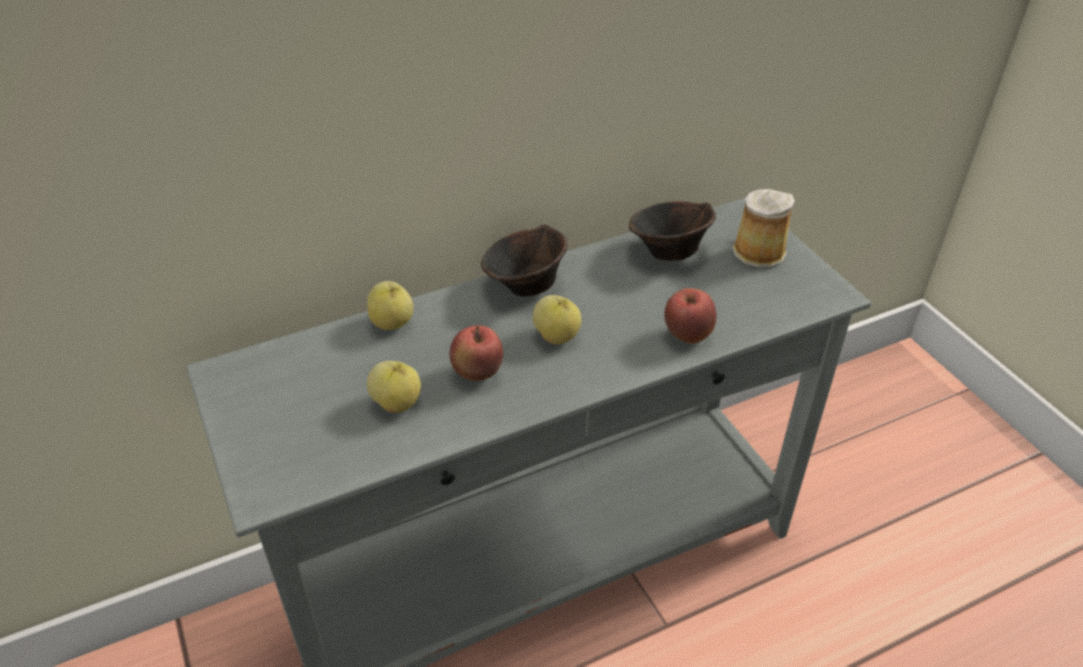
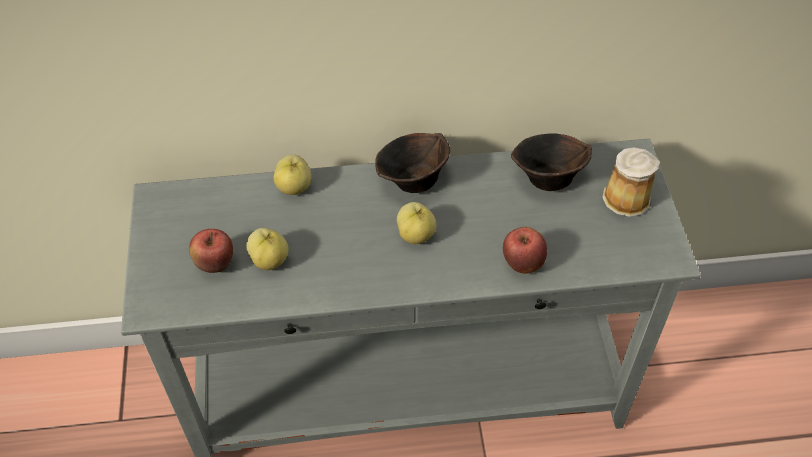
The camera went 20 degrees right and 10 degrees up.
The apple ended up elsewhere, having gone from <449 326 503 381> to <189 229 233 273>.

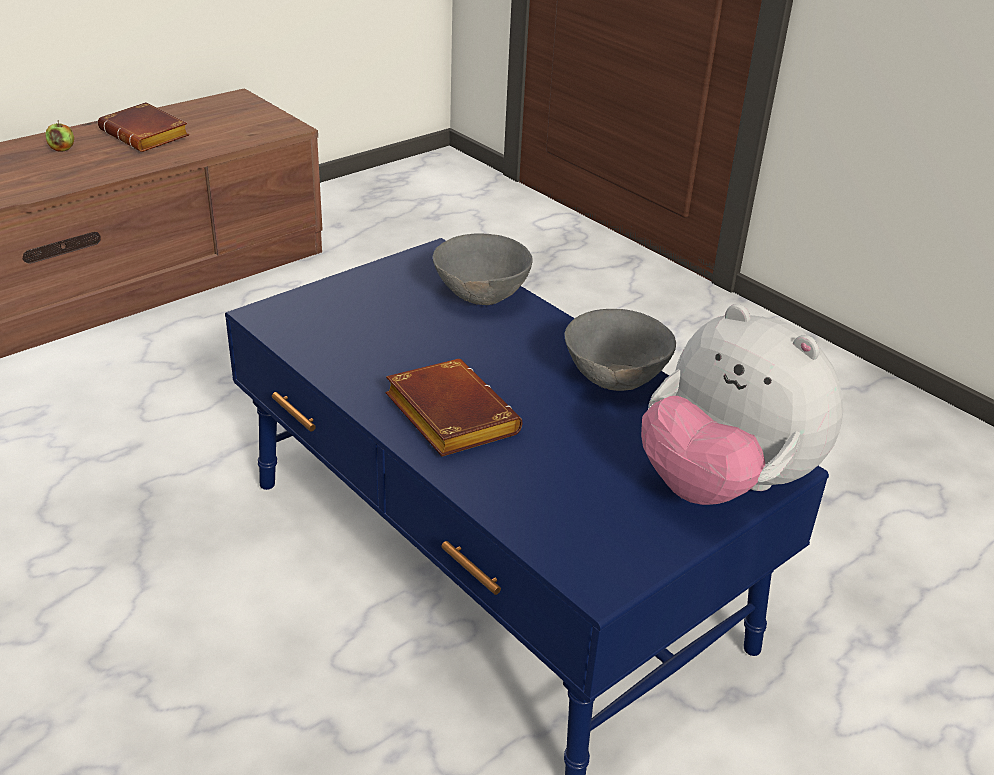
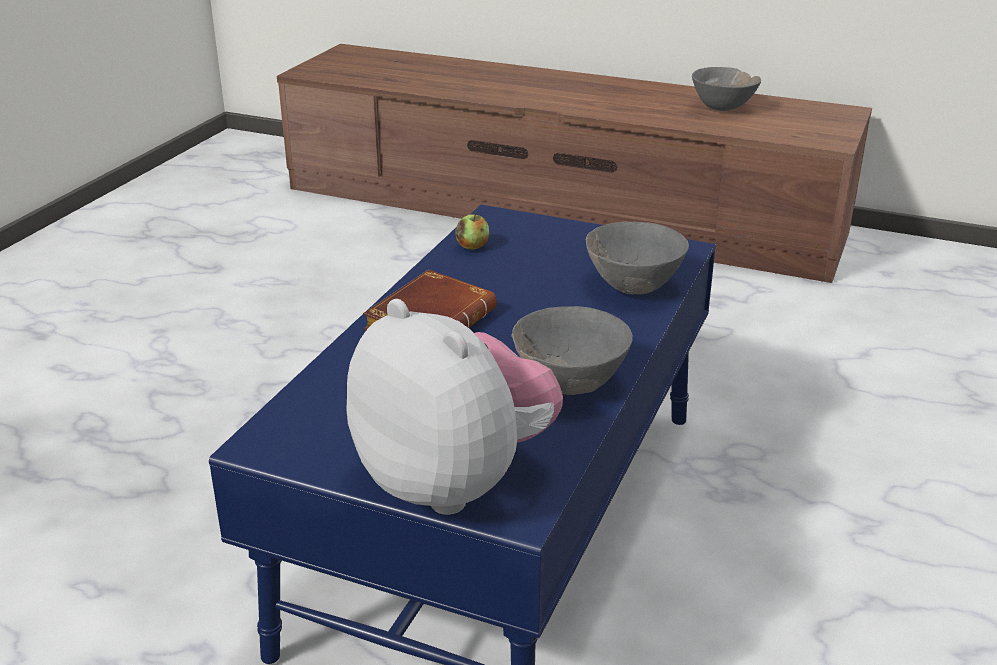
The camera went 65 degrees right and 5 degrees down.
Where the brown book stood at <98 102 189 152>, the grey bowl came to stand at <692 67 761 111>.
The apple ended up elsewhere, having gone from <45 120 74 152> to <455 211 489 250>.
The plush toy at <641 304 843 505> ended up facing another way, 120 degrees clockwise from before.

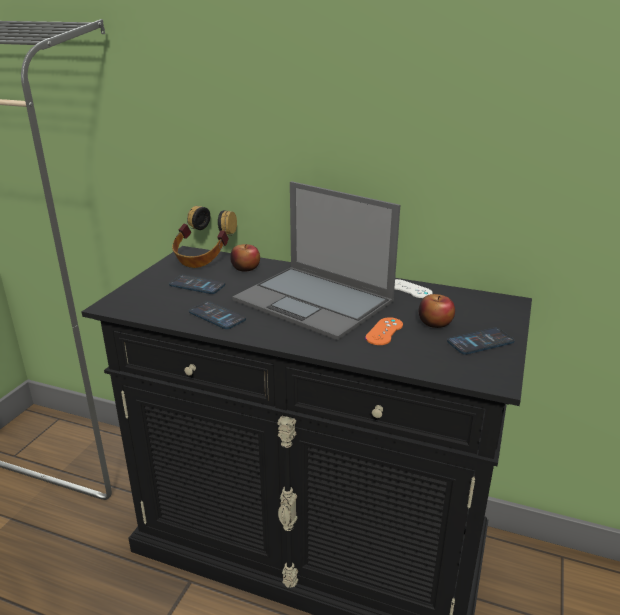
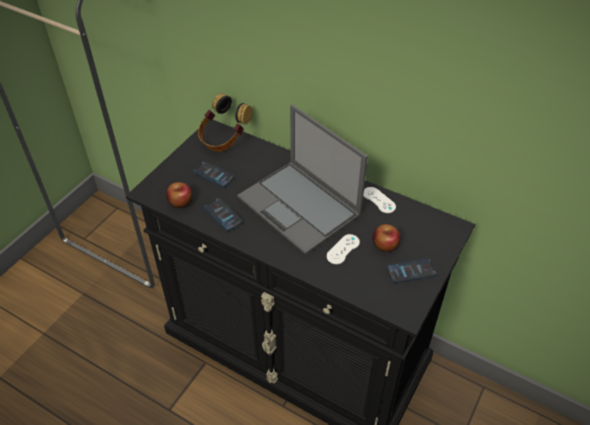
The camera went 10 degrees right and 20 degrees up.
The apple ended up elsewhere, having gone from <230 244 260 272> to <166 182 192 208>.
What was the orange game controller at <365 317 403 345> turned into the white game controller at <326 234 360 264>.

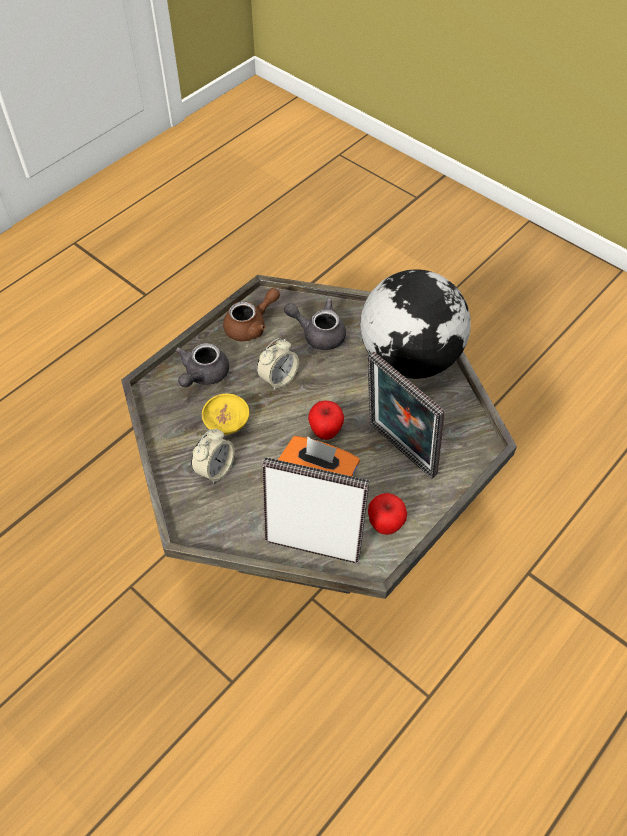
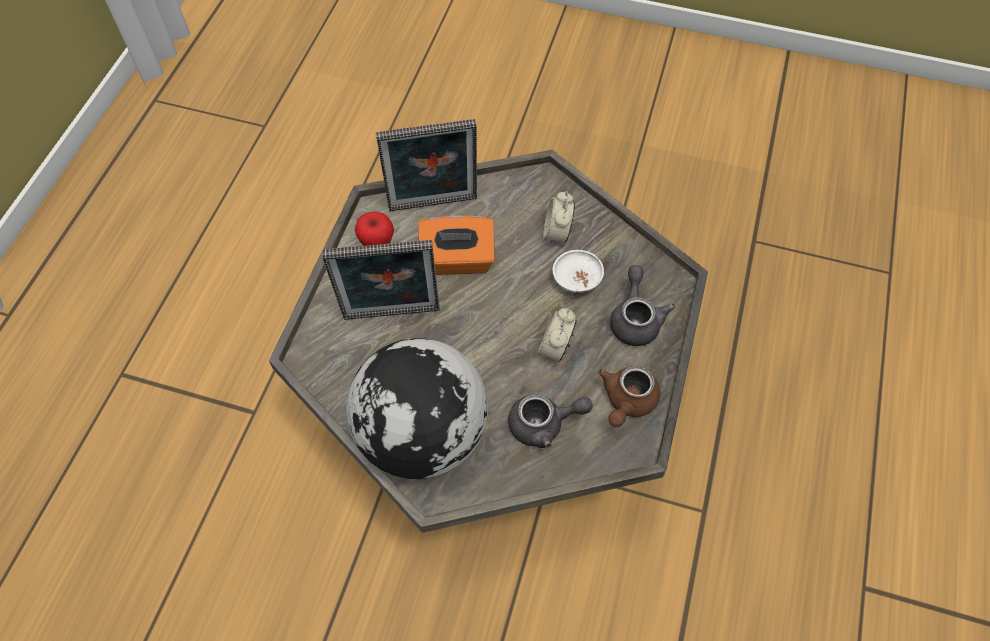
The camera went 155 degrees right and 5 degrees up.
The picture frame at <368 352 445 479> ended up facing another way, 150 degrees clockwise from before.
What was the yellow bowl at <202 394 249 435> turned into the white bowl at <553 250 604 293>.
The second view lost the apple at <308 400 344 440>.

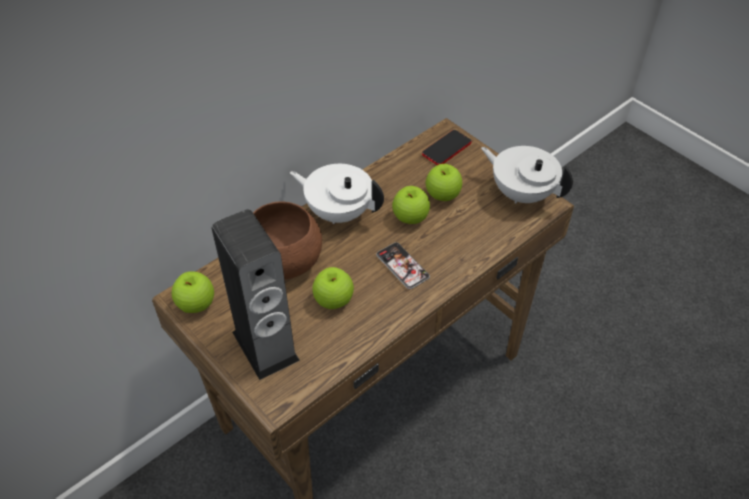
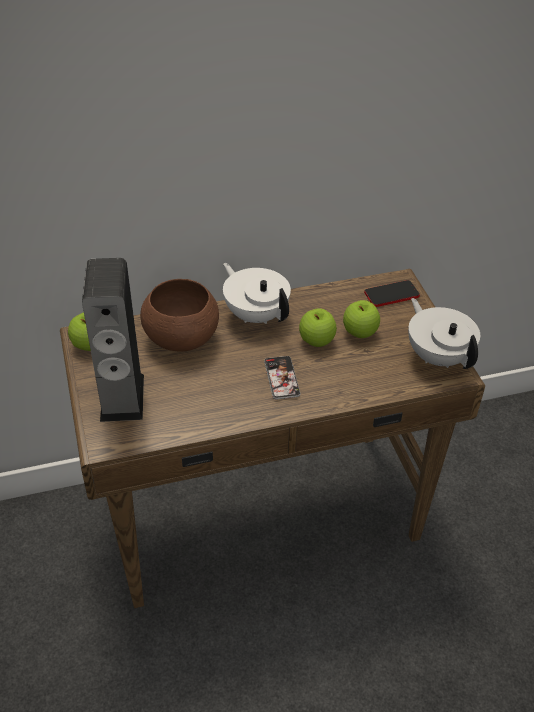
The camera went 25 degrees right and 5 degrees down.
The second view lost the apple at <312 267 354 309>.

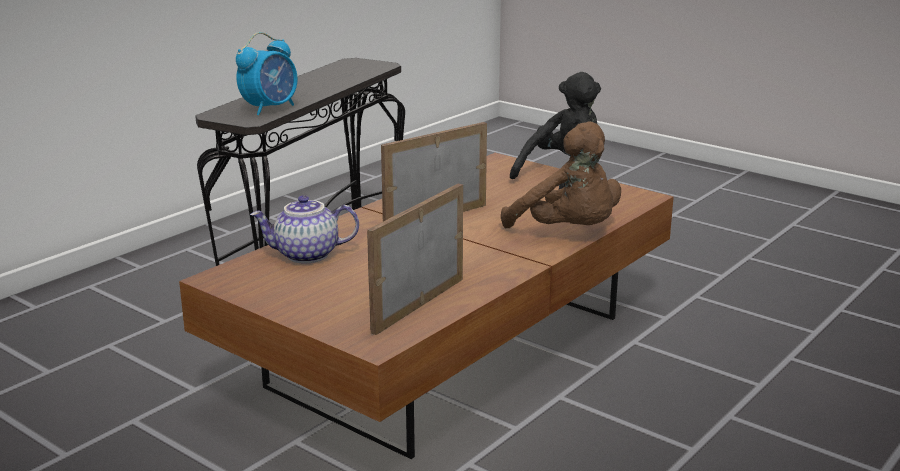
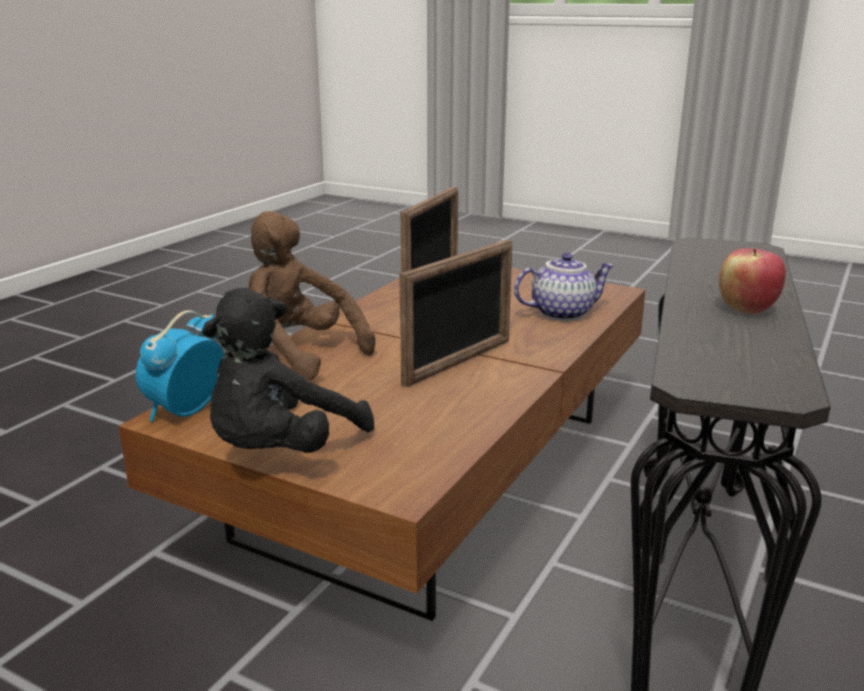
The camera went 170 degrees right and 0 degrees up.
The alarm clock ended up elsewhere, having gone from <236 32 298 115> to <136 310 224 422>.
The second view gained the apple at <719 248 786 314>.

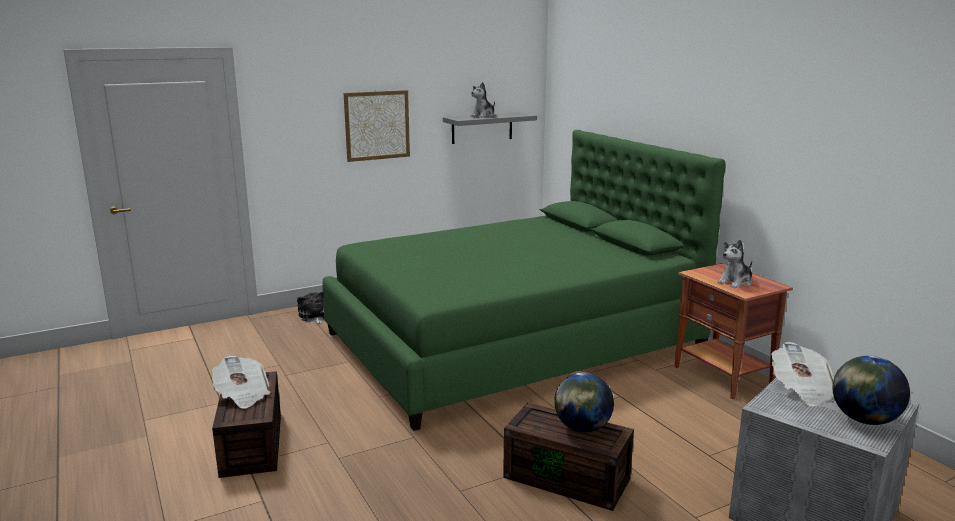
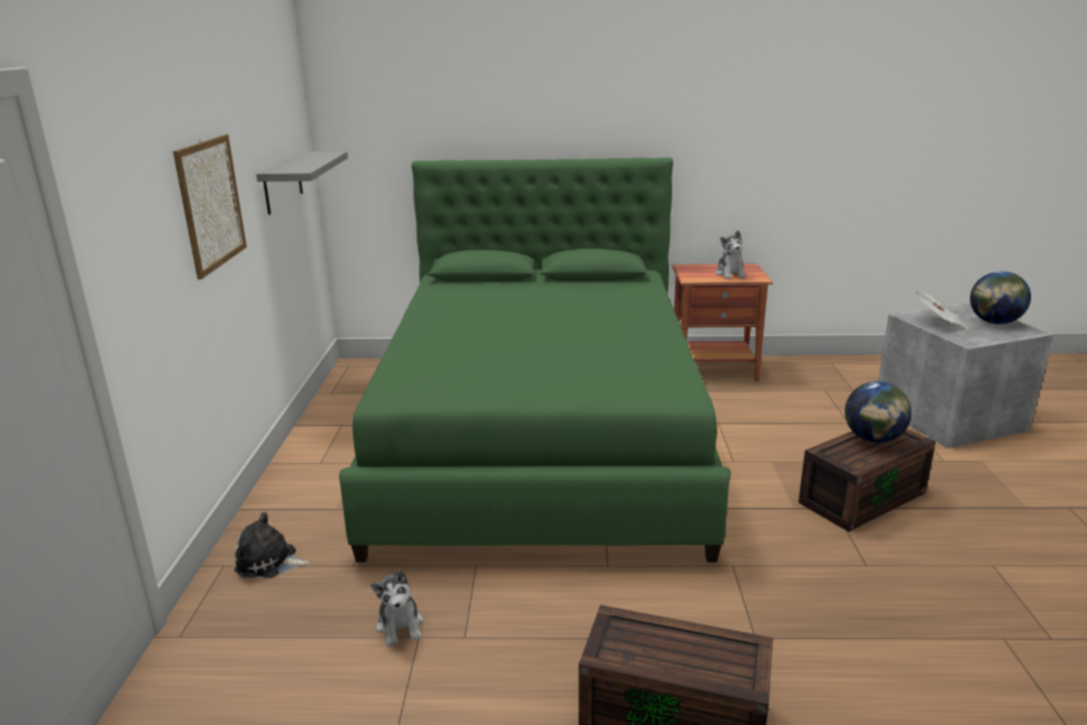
The camera went 60 degrees left and 5 degrees up.
The plush toy ended up elsewhere, having gone from <470 82 495 118> to <371 569 423 647>.
The second view lost the newspaper at <212 355 270 409>.

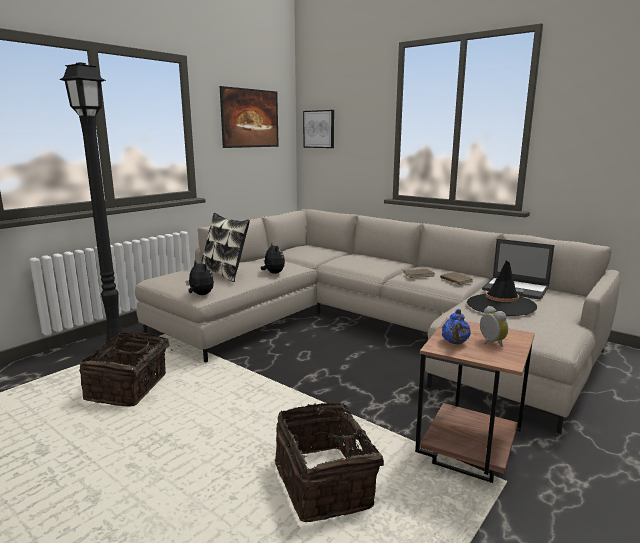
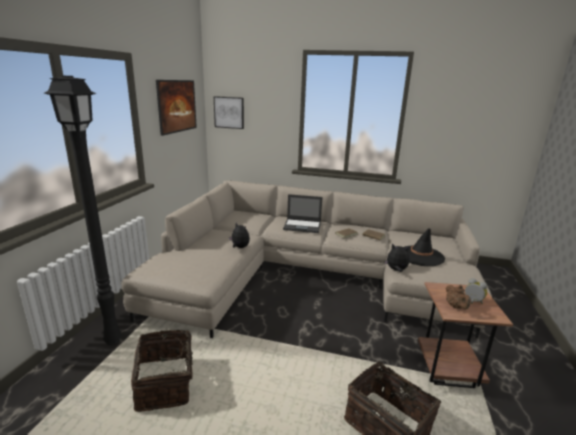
The camera went 25 degrees left and 5 degrees up.
The second view lost the pillow at <201 213 250 282>.
The laptop ended up elsewhere, having gone from <482 239 555 300> to <283 194 322 233>.
The plush toy ended up elsewhere, having gone from <186 260 214 295> to <384 244 409 272>.
What was the blue teapot at <442 309 471 345> turned into the brown teapot at <446 285 471 310>.

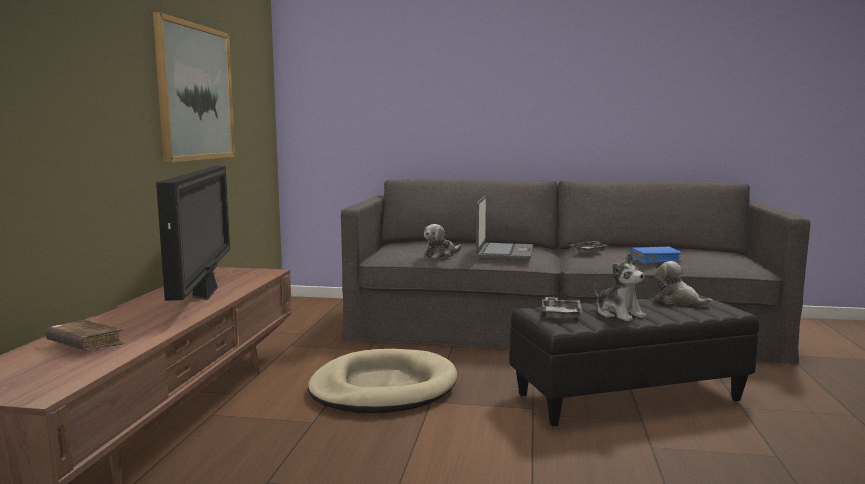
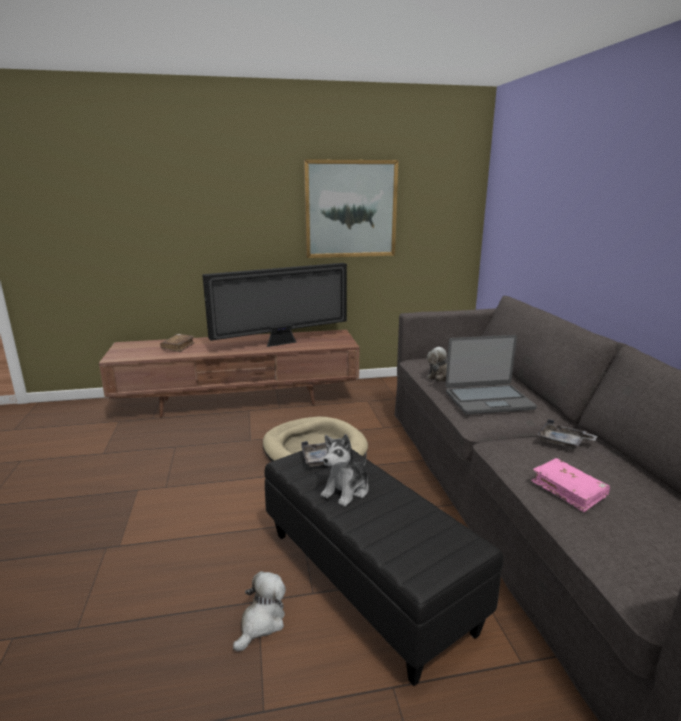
The camera went 70 degrees right and 10 degrees up.
What was the blue book at <630 246 682 264> turned into the pink book at <531 458 610 512>.
The plush toy ended up elsewhere, having gone from <654 261 713 307> to <233 571 286 652>.

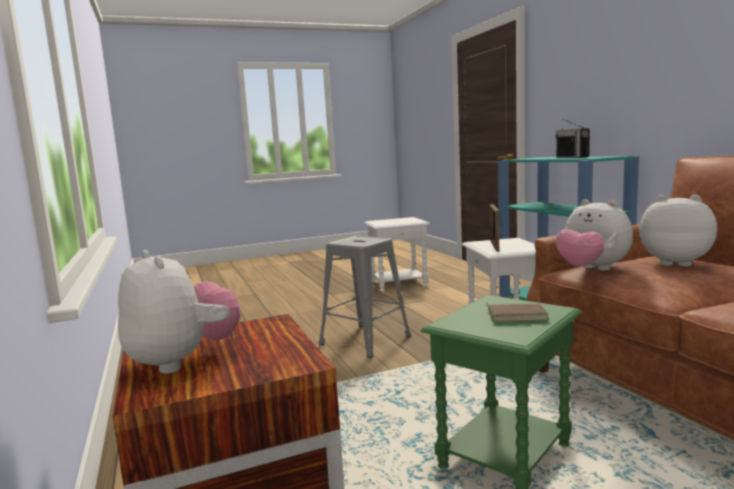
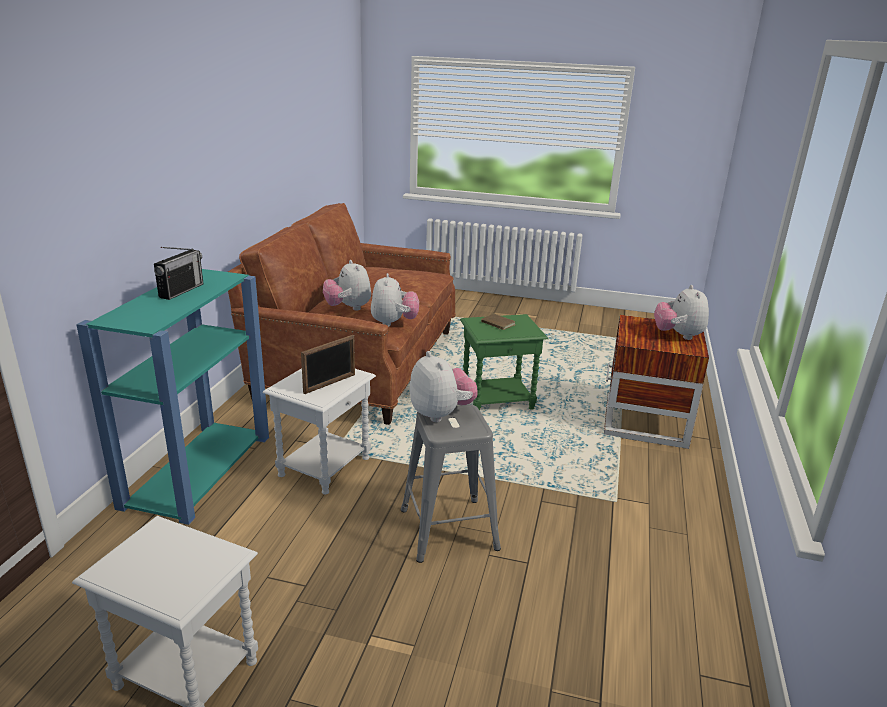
The camera went 145 degrees left and 15 degrees up.
The second view gained the plush toy at <410 351 478 422>.

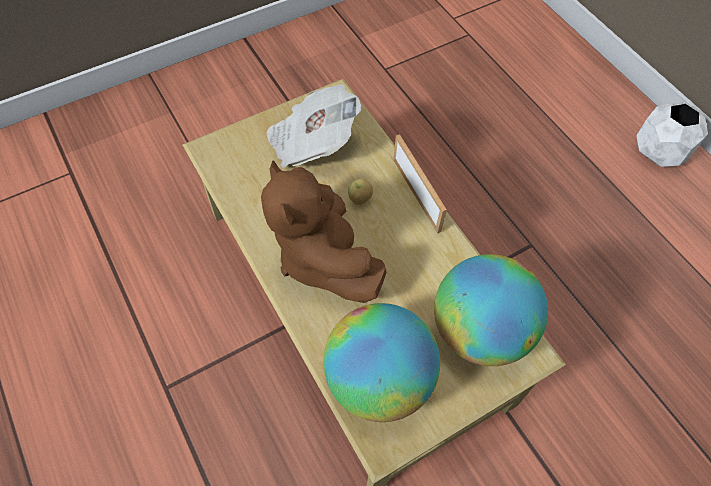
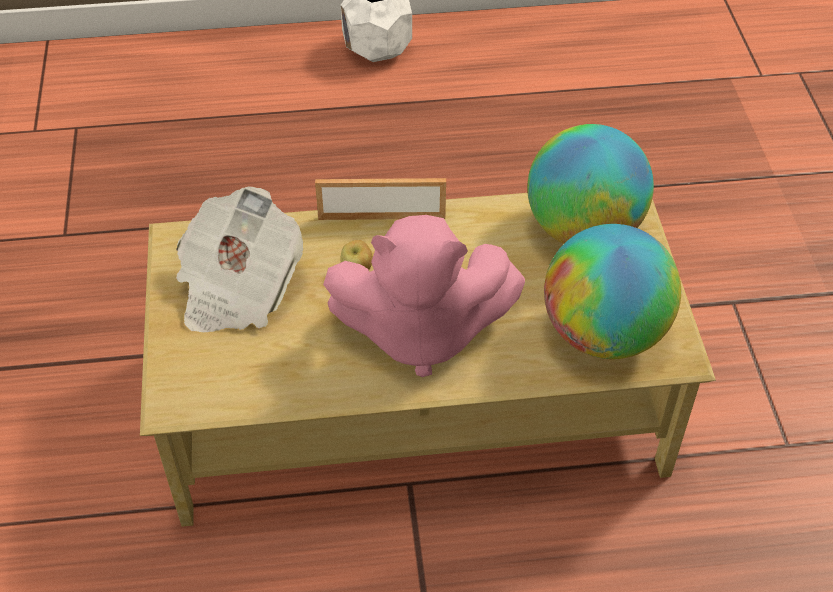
The camera went 65 degrees left and 10 degrees down.
What was the brown plush toy at <261 160 387 303> turned into the pink plush toy at <323 215 525 377>.

